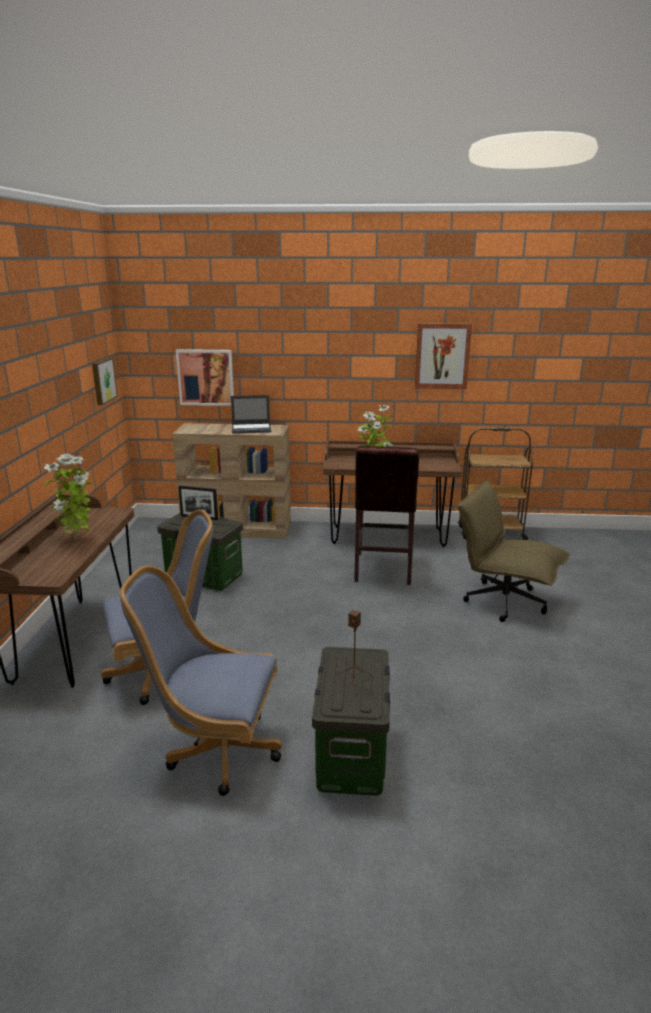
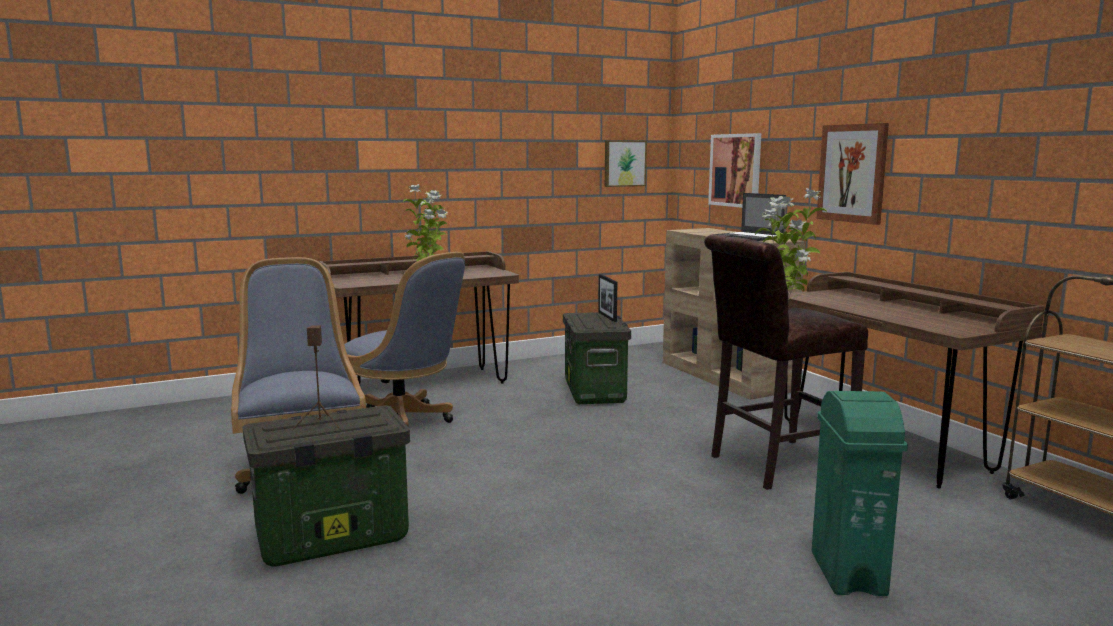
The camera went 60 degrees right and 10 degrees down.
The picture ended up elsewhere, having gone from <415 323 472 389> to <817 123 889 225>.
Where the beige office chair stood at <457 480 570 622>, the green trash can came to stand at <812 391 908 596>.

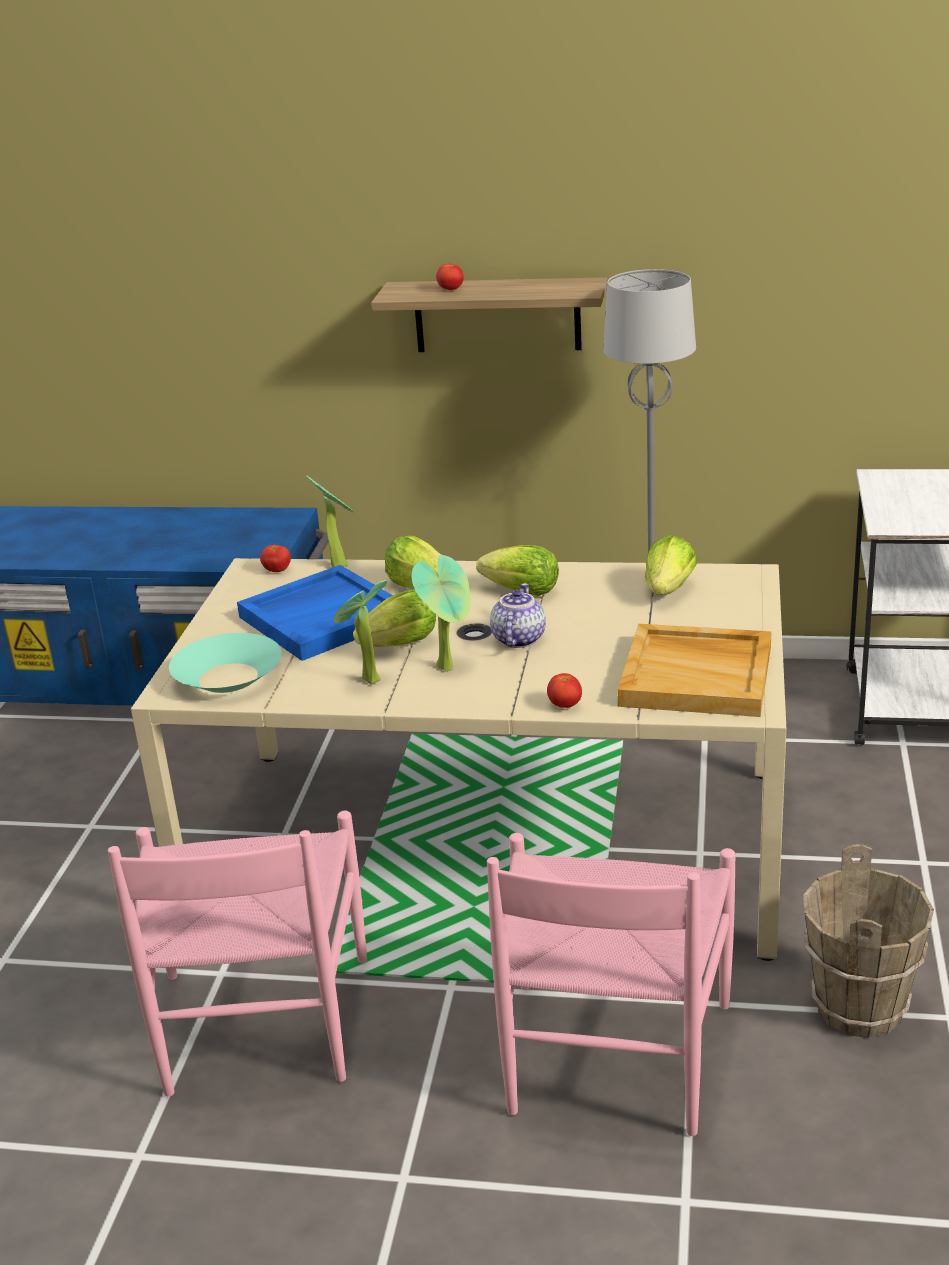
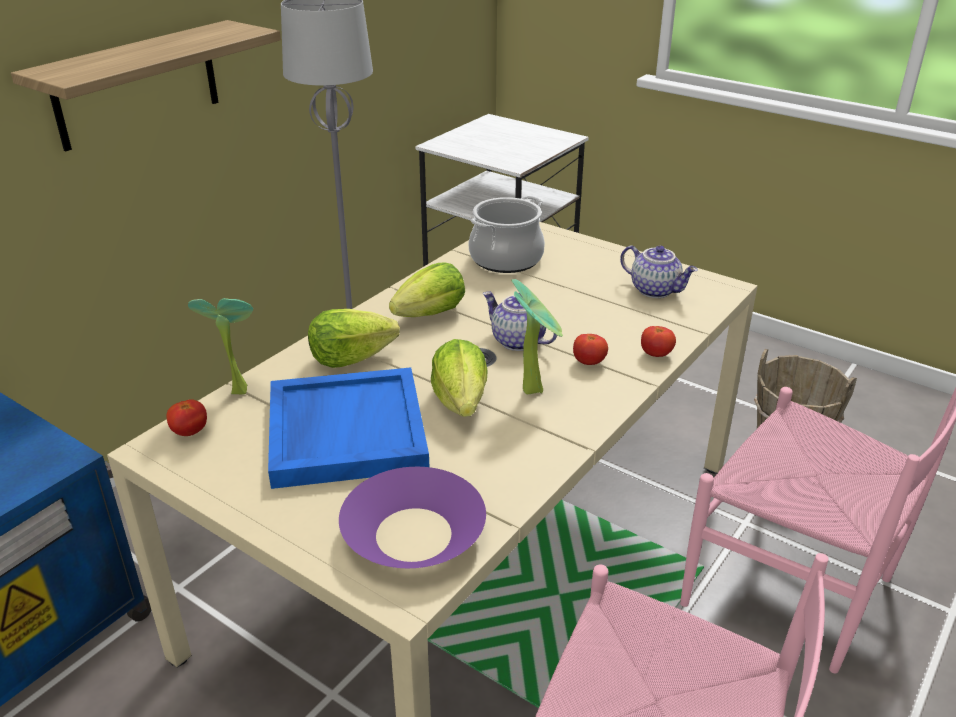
The camera went 65 degrees left and 5 degrees up.
The tomato ended up elsewhere, having gone from <436 264 464 290> to <573 334 608 365>.
Where the lettuce stood at <645 535 697 595>, the cooking pot came to stand at <468 196 545 273>.
The second view lost the potted plant at <334 580 387 684>.
Where the beige tray stood at <618 624 772 717>, the teapot came to stand at <620 245 698 298>.
What was the turquoise bowl at <169 633 282 693> turned into the purple bowl at <339 467 486 568>.

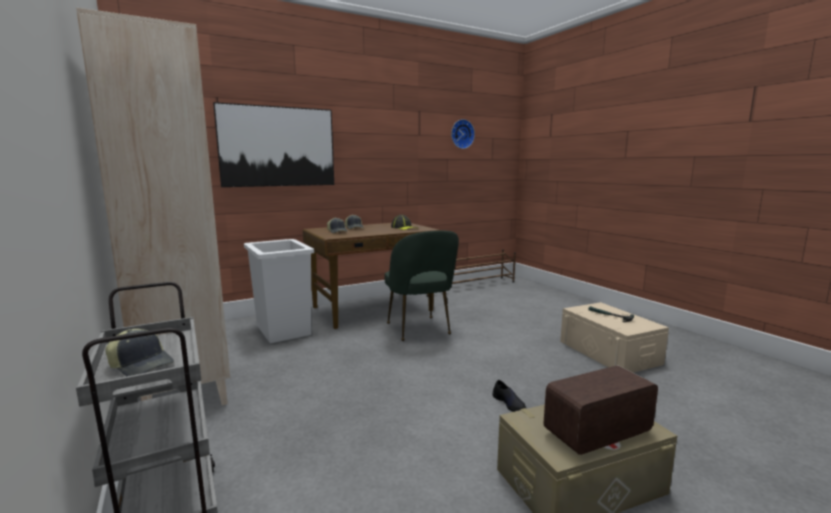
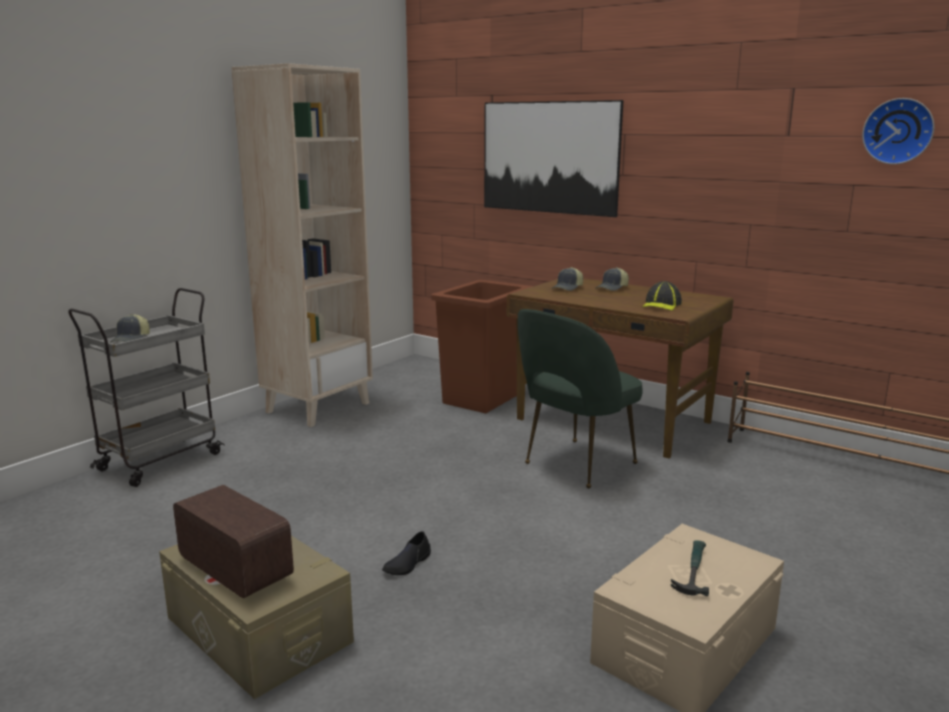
The camera went 65 degrees right and 5 degrees up.
What was the white trash can at <244 239 314 344> turned into the brown trash can at <431 280 533 413>.

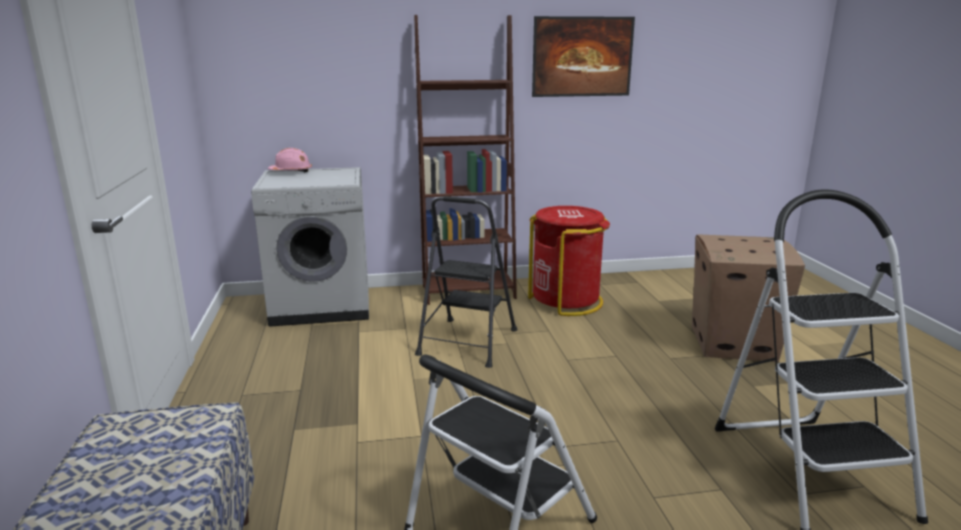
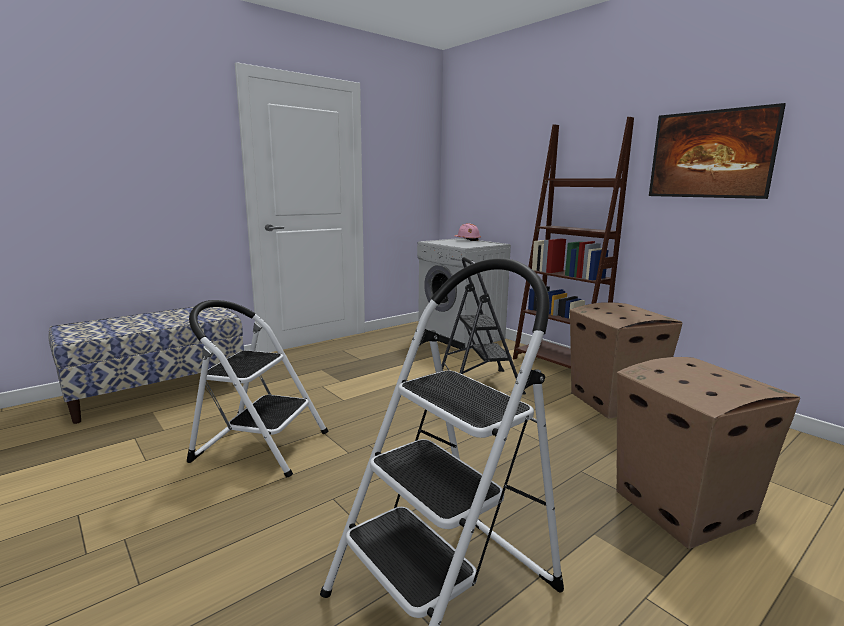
The camera went 60 degrees right and 5 degrees down.
Where the red trash can stood at <528 206 610 316>, the cardboard box came to stand at <570 302 683 419>.

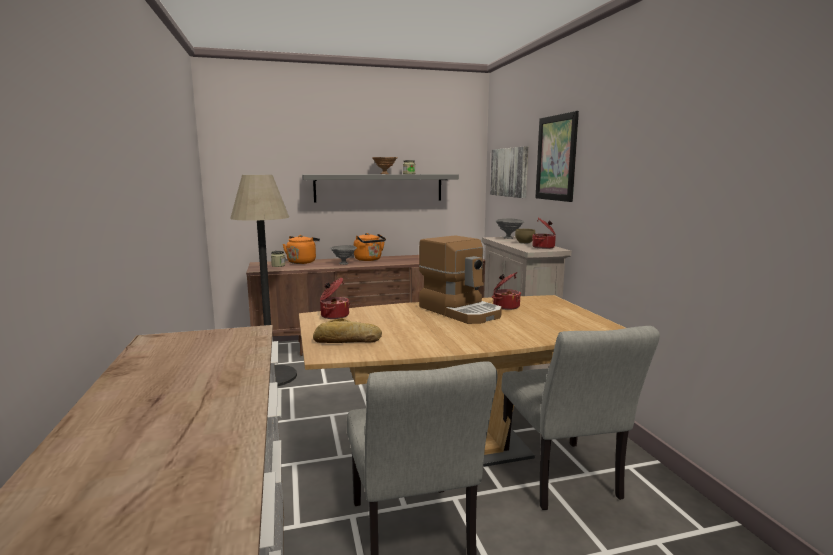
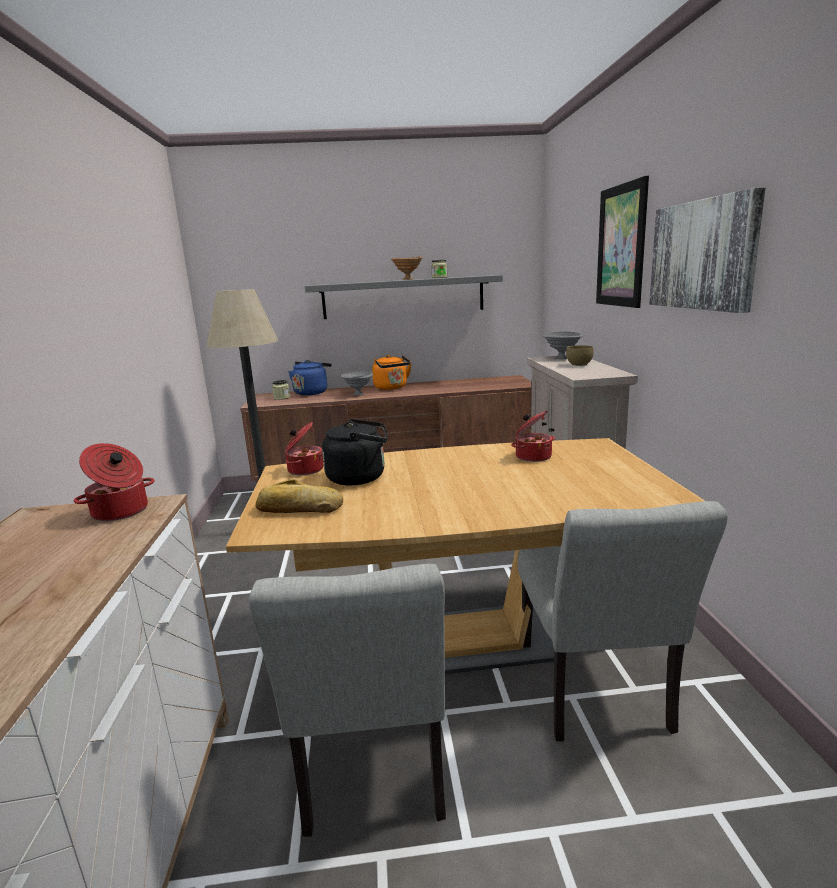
The camera went 10 degrees right and 5 degrees up.
The picture ended up elsewhere, having gone from <490 146 528 198> to <649 187 765 313>.
The cooking pot ended up elsewhere, having gone from <532 218 556 249> to <74 443 155 521>.
What was the orange kettle at <283 235 320 264> turned into the blue kettle at <288 360 332 395>.
The second view lost the coffee machine at <419 236 502 324>.
The second view gained the black kettle at <322 419 388 485>.

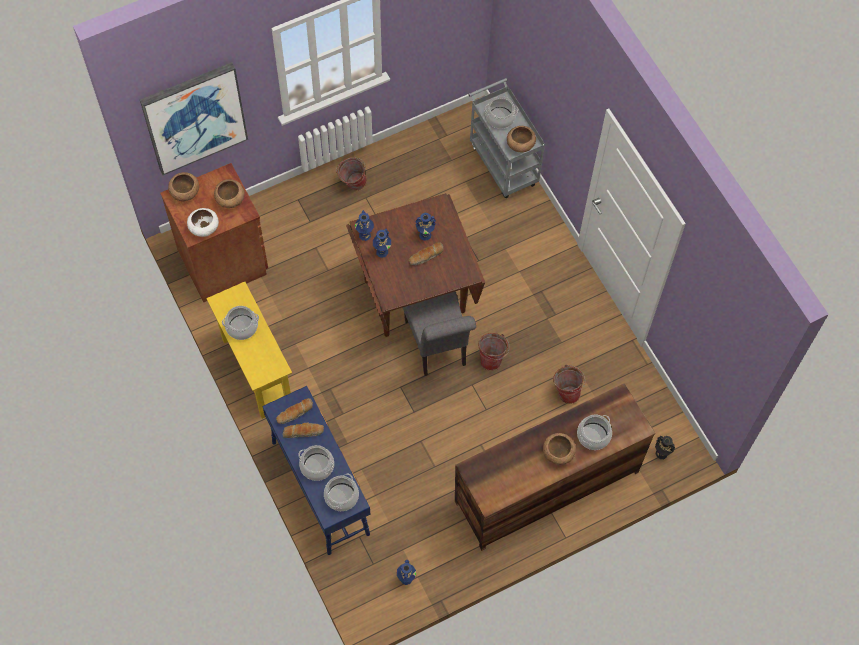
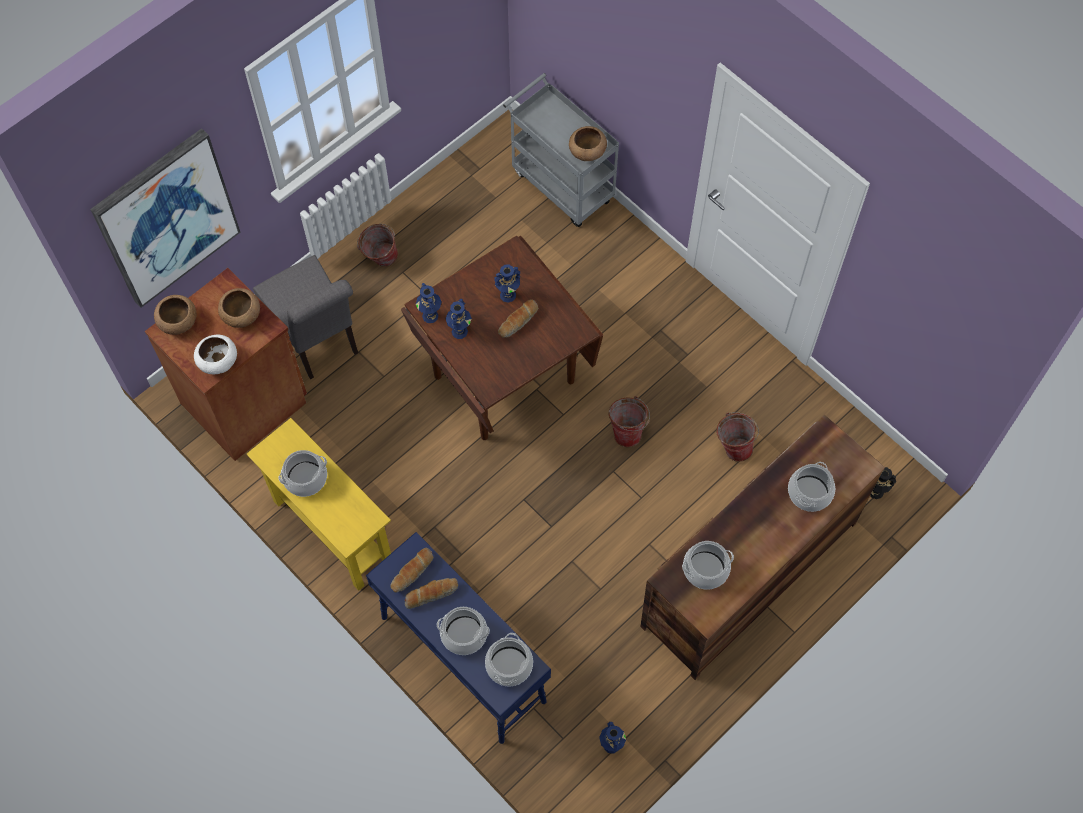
The camera went 15 degrees left and 0 degrees up.
The cooking pot ended up elsewhere, having gone from <484 96 519 129> to <682 541 734 590>.
The grey chair ended up elsewhere, having gone from <403 291 476 376> to <253 255 358 380>.
The second view lost the brown bowl at <543 433 576 465>.

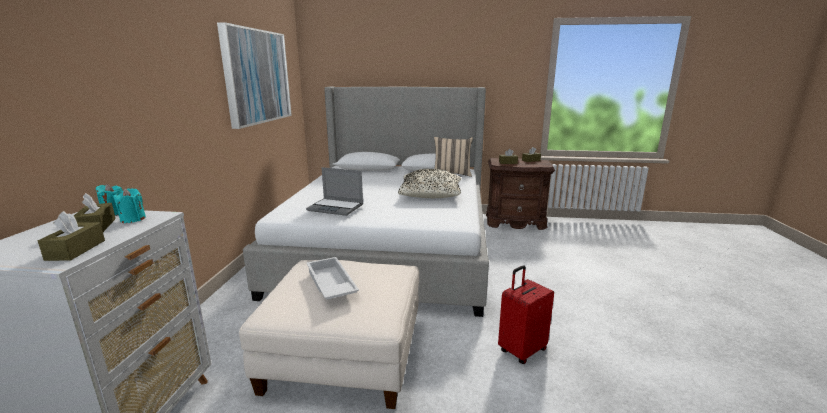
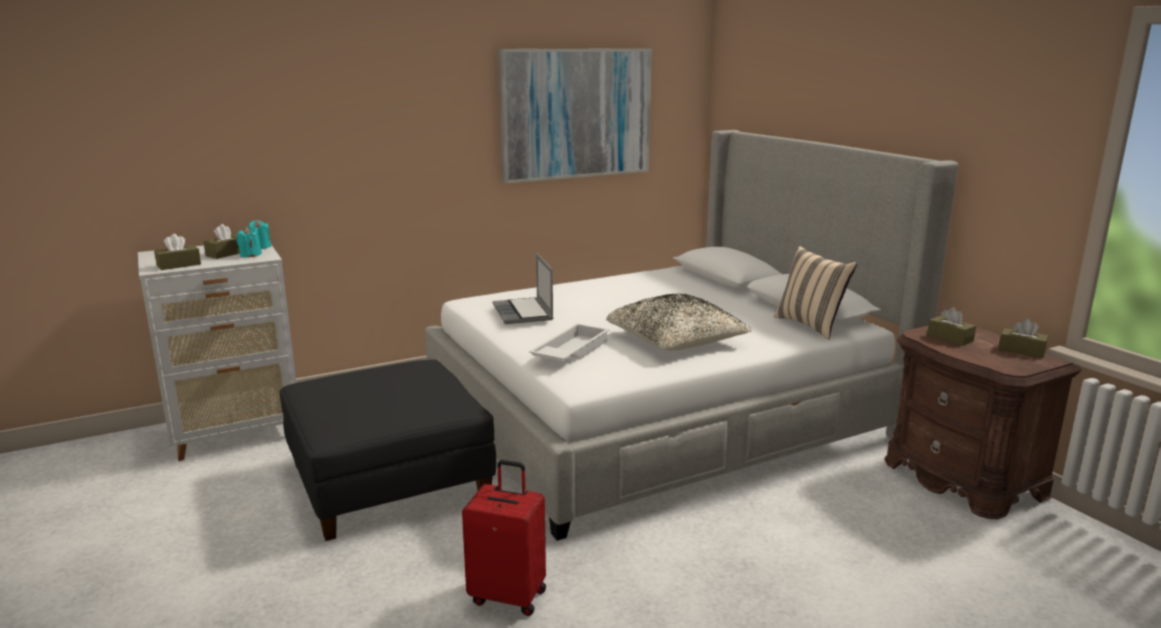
The camera went 55 degrees right and 0 degrees up.
The white tray ended up elsewhere, having gone from <306 257 359 300> to <529 323 610 362>.
What was the white ottoman at <239 260 419 409> turned into the black ottoman at <279 359 496 541>.

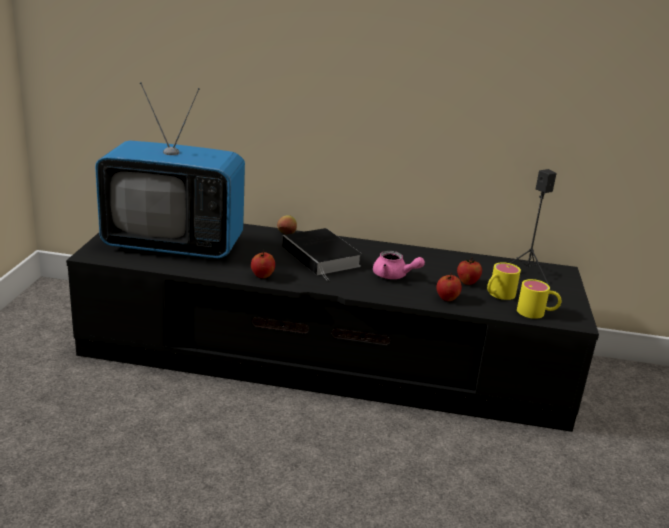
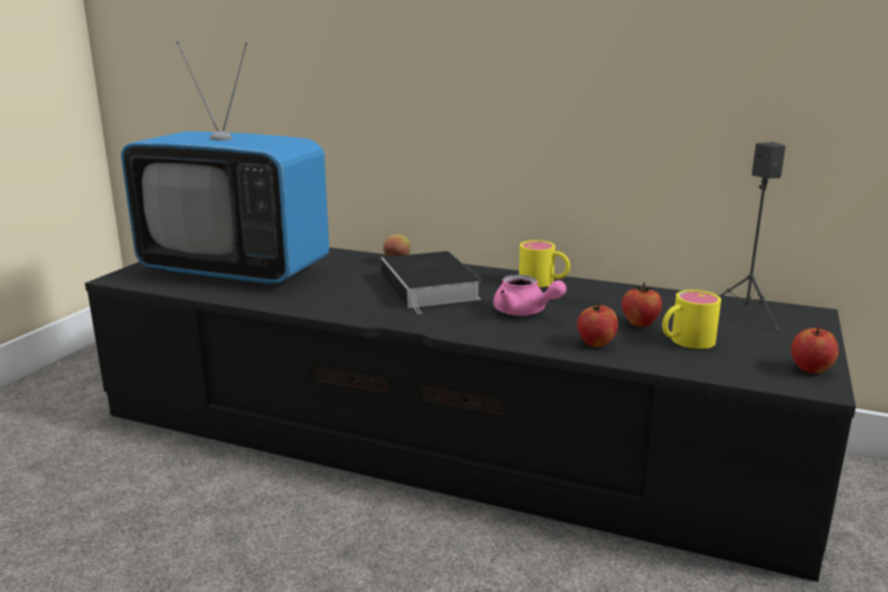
The camera went 15 degrees right and 5 degrees down.
The apple ended up elsewhere, having gone from <251 250 275 278> to <791 322 839 374>.
The yellow mug ended up elsewhere, having gone from <517 279 562 319> to <519 240 570 287>.

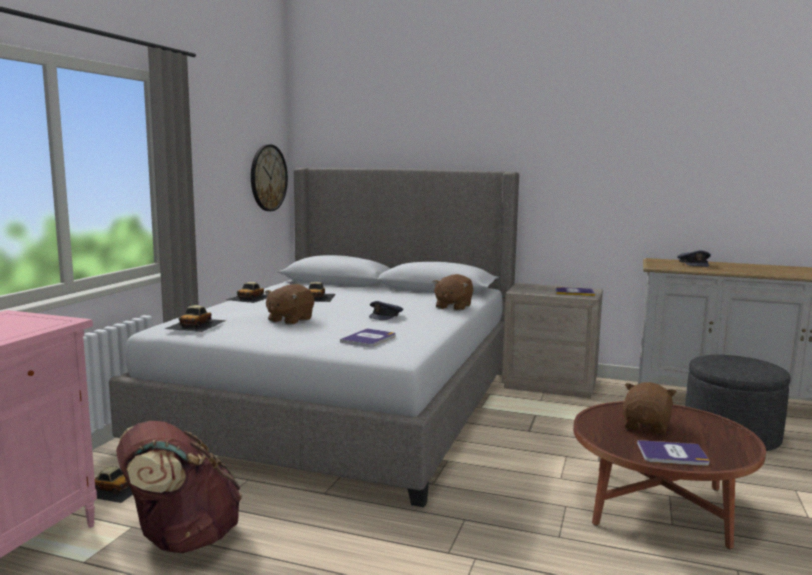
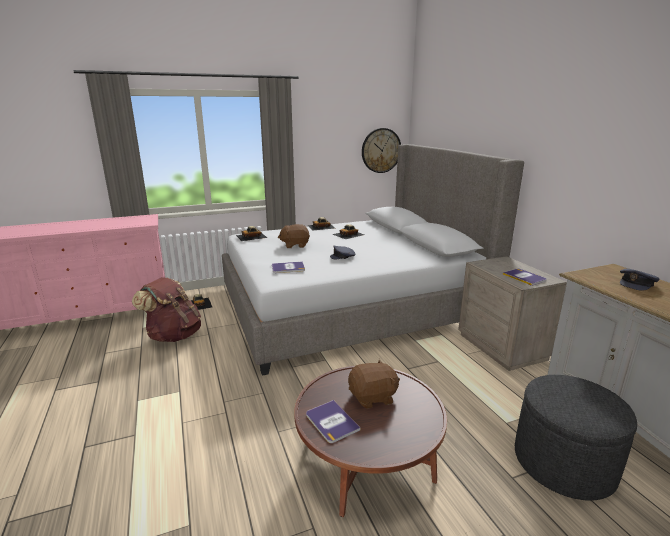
The camera went 50 degrees right and 10 degrees up.
The second view lost the brown plush toy at <433 274 473 311>.

